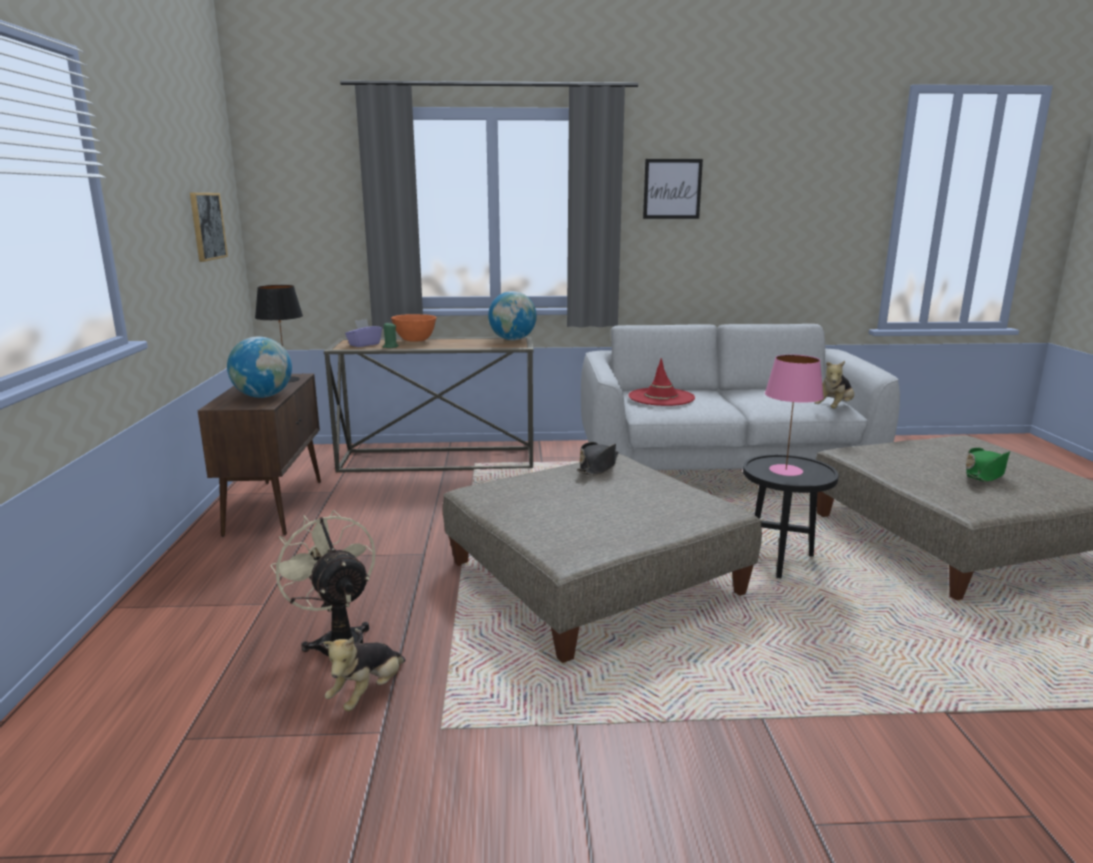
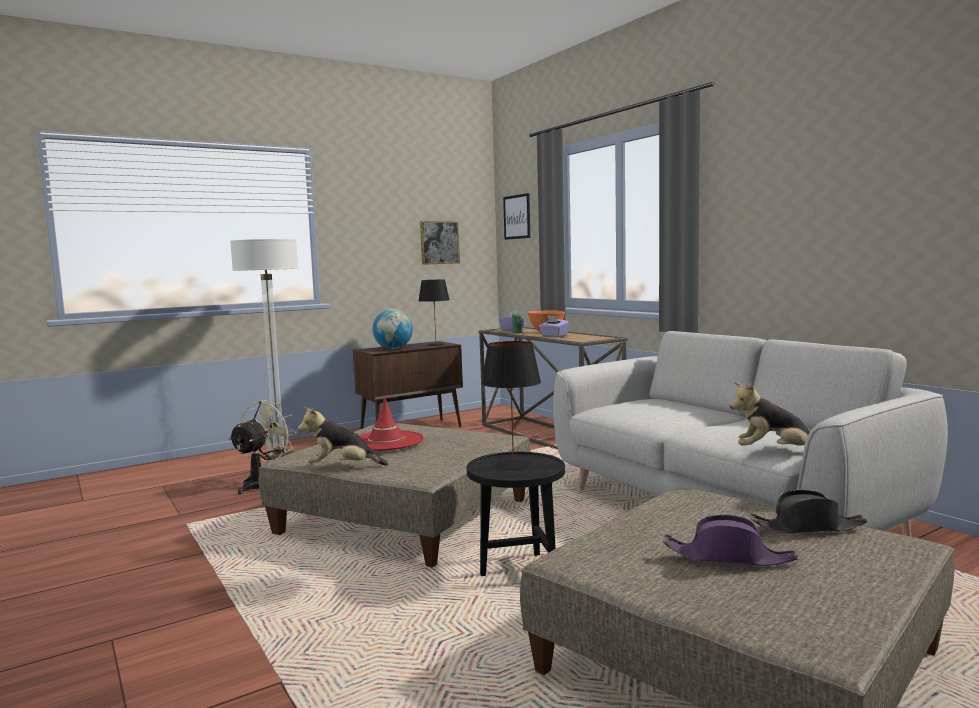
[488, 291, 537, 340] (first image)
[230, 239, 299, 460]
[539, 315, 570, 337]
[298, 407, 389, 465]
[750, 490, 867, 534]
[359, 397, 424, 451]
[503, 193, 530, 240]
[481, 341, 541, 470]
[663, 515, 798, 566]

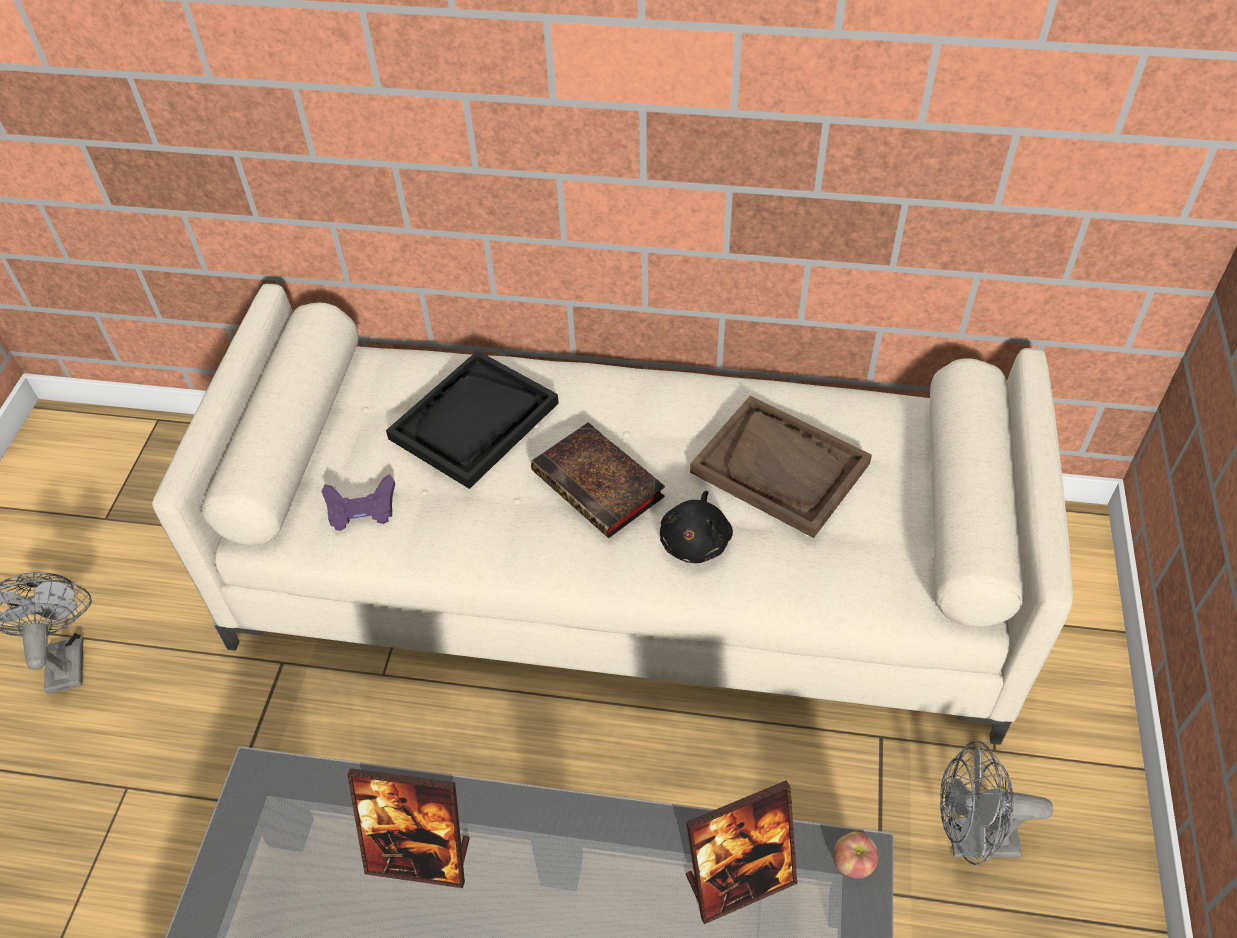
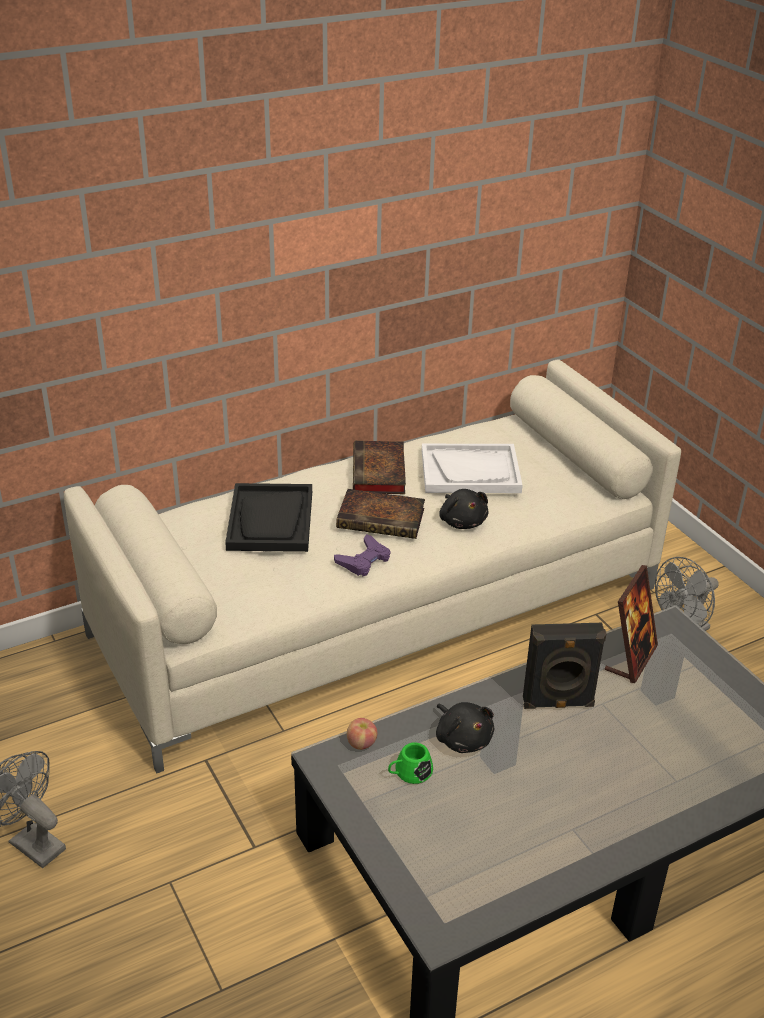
[353, 441, 406, 494]
[388, 742, 433, 784]
[523, 623, 607, 709]
[334, 534, 390, 576]
[347, 718, 377, 750]
[436, 702, 494, 753]
[422, 444, 523, 493]

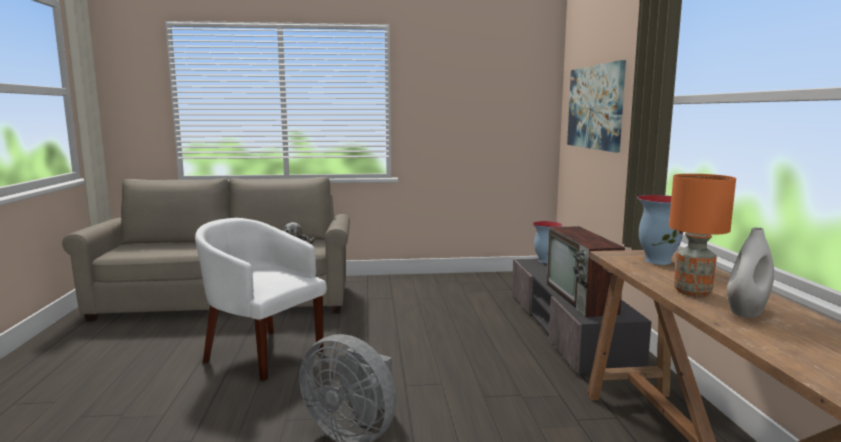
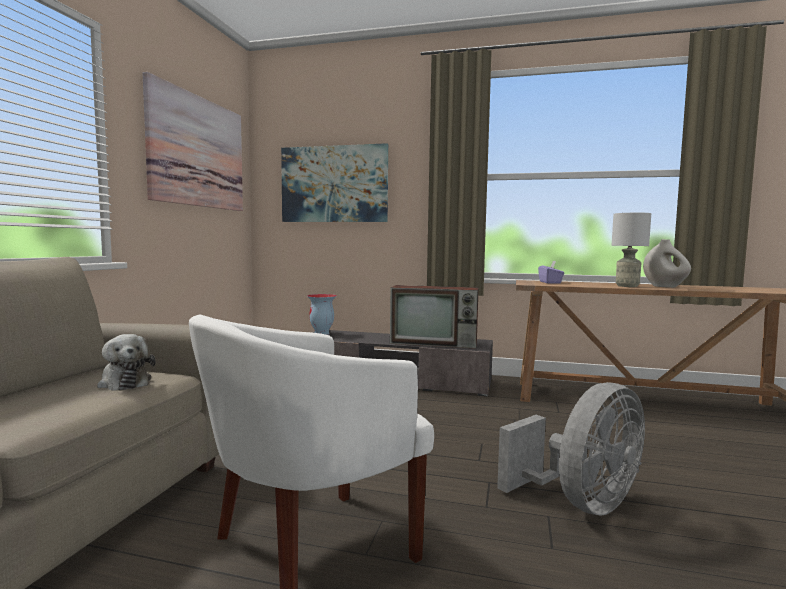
[143, 72, 243, 211]
[538, 261, 564, 284]
[612, 213, 651, 287]

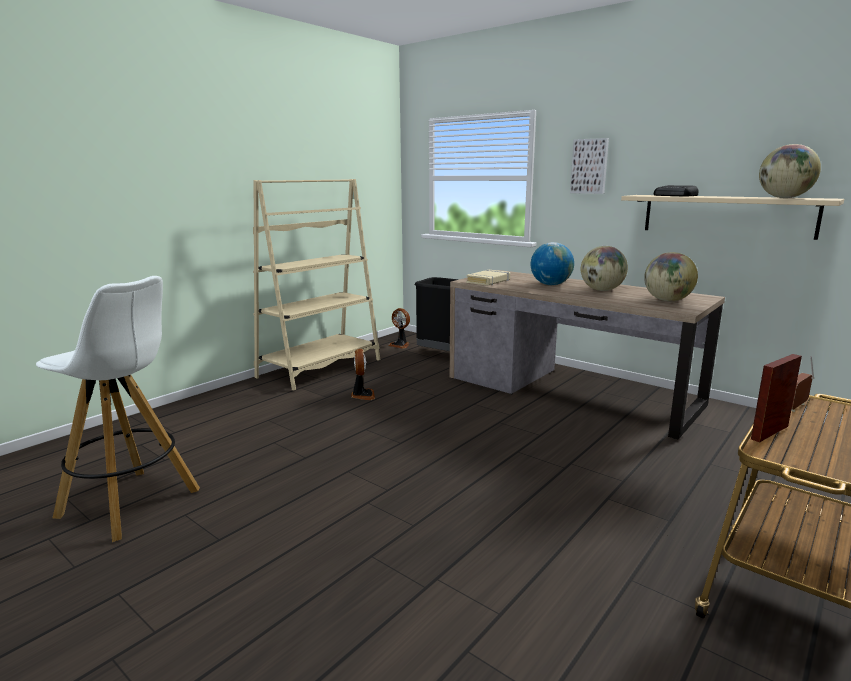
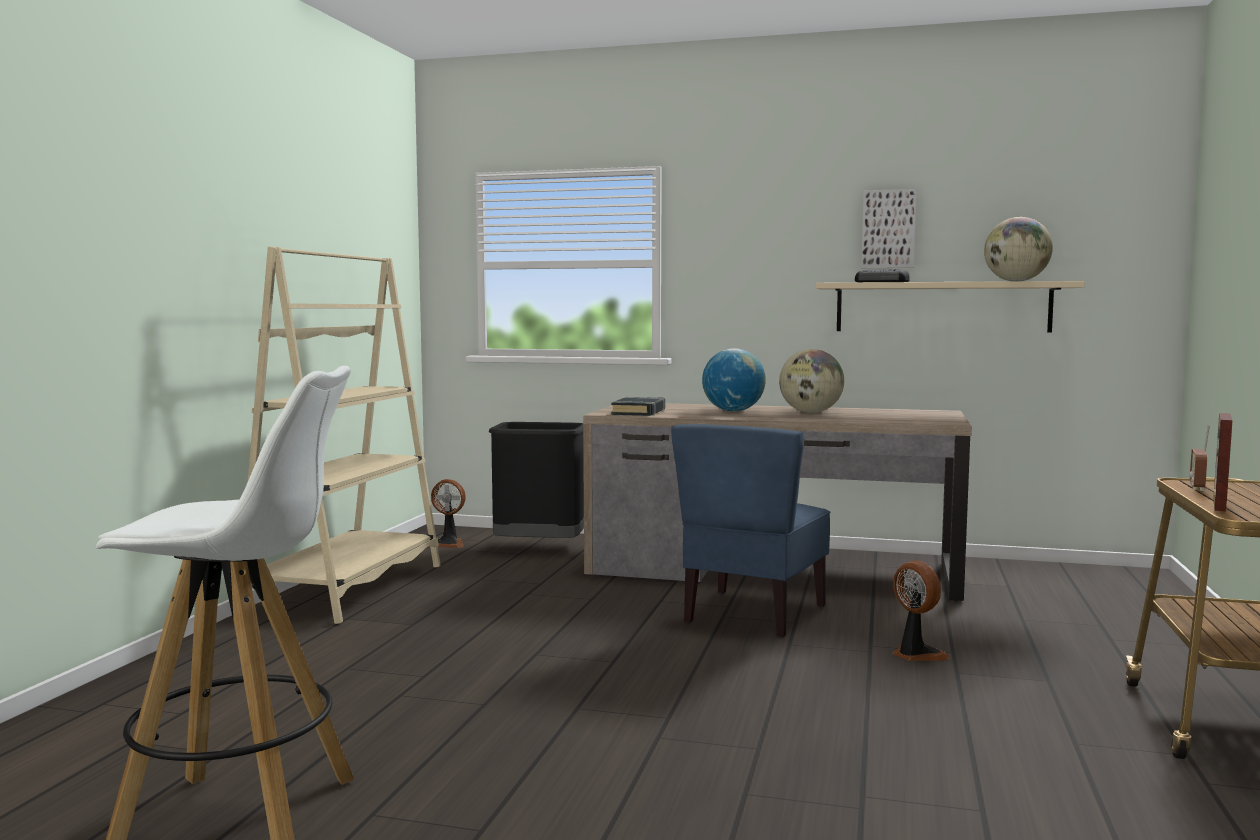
[644, 252, 698, 301] (first image)
[671, 424, 830, 638]
[893, 560, 950, 661]
[861, 189, 916, 268]
[611, 397, 665, 416]

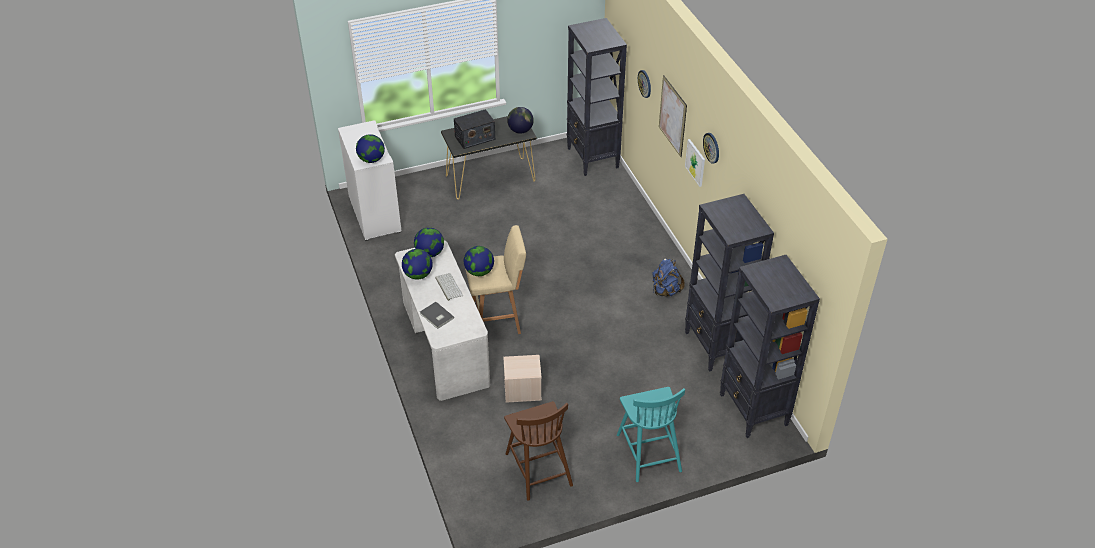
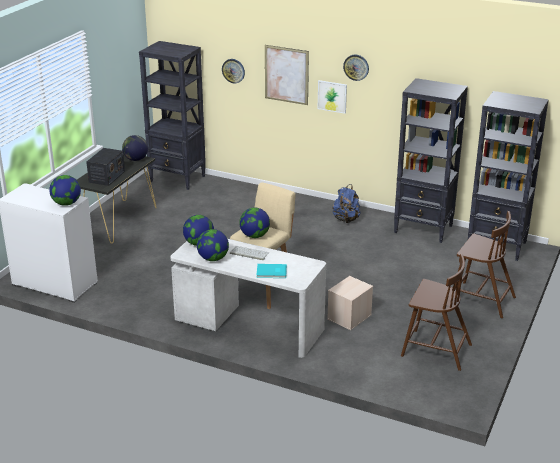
[256, 264, 287, 278]
[455, 211, 516, 318]

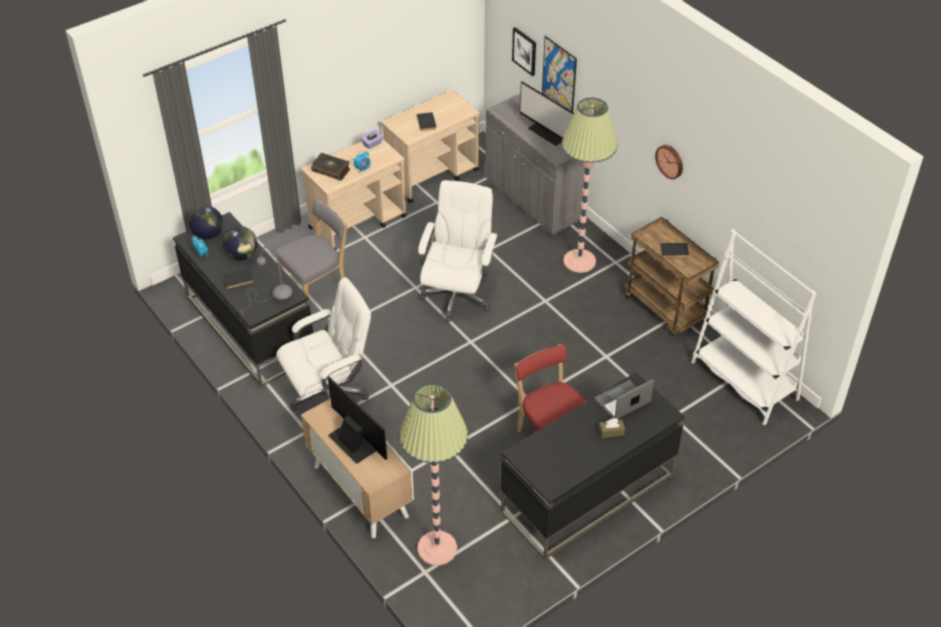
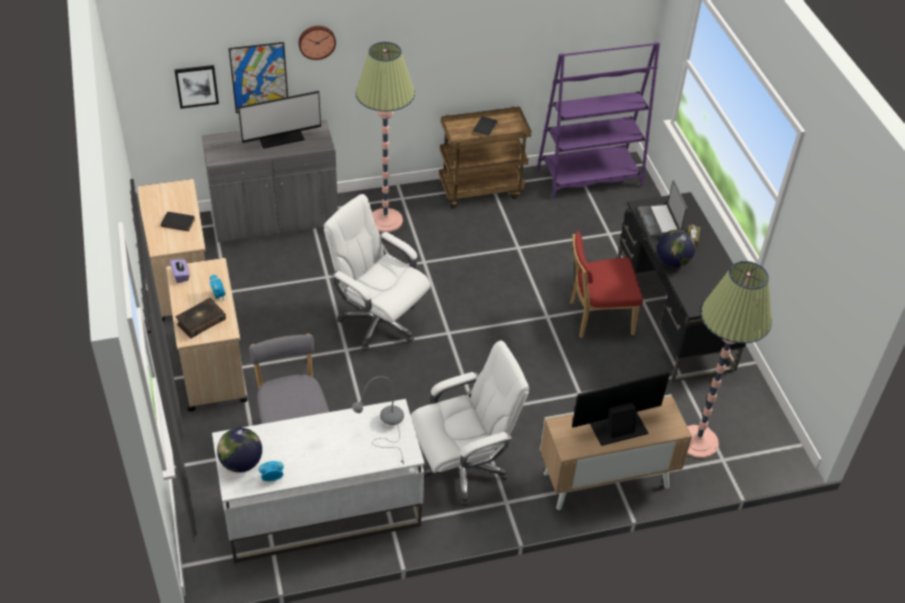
[222, 268, 253, 289] (first image)
[657, 230, 695, 267]
[298, 26, 336, 60]
[212, 399, 425, 563]
[537, 42, 660, 199]
[411, 340, 529, 506]

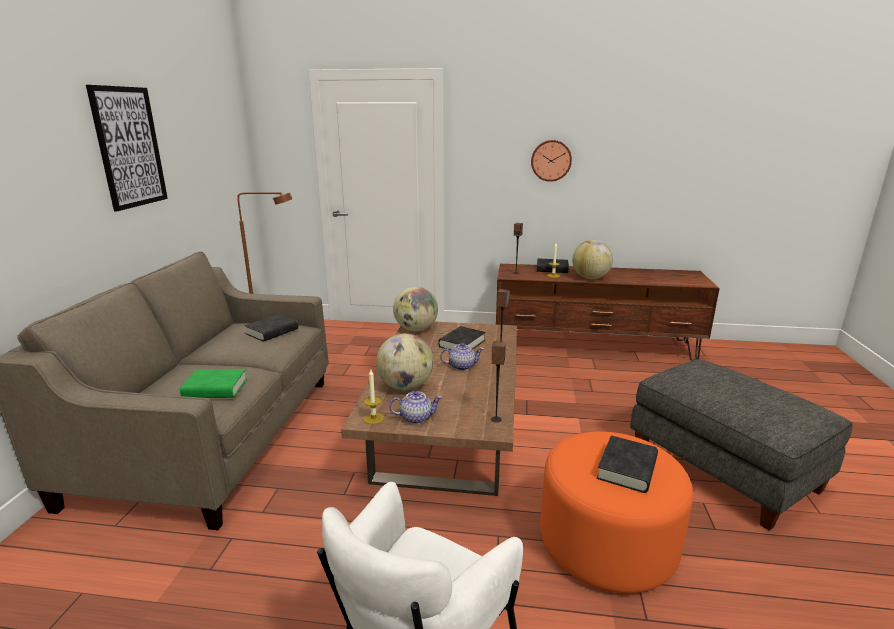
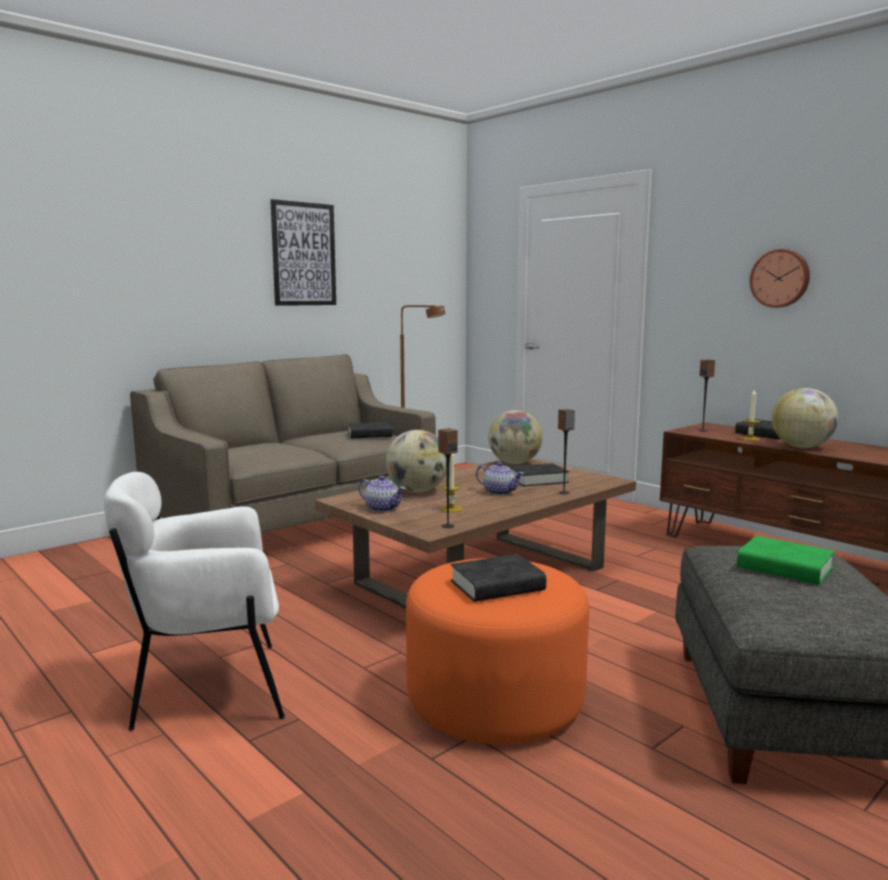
[737, 536, 835, 585]
[440, 454, 463, 512]

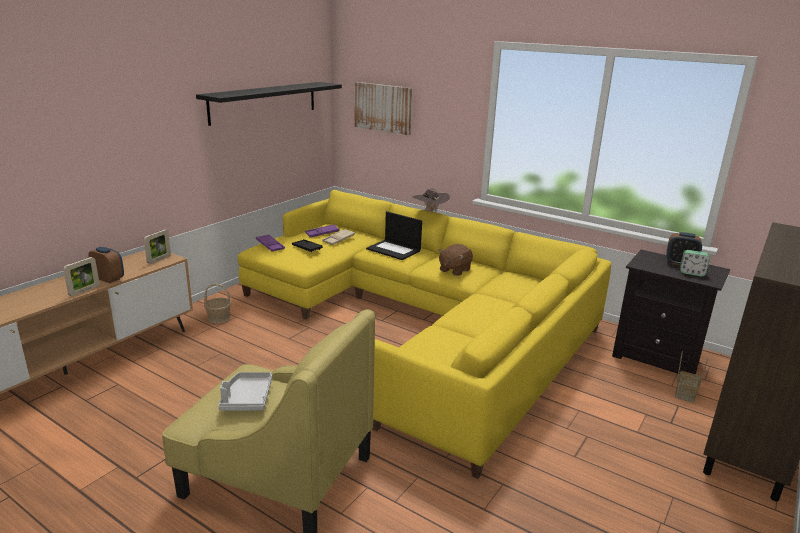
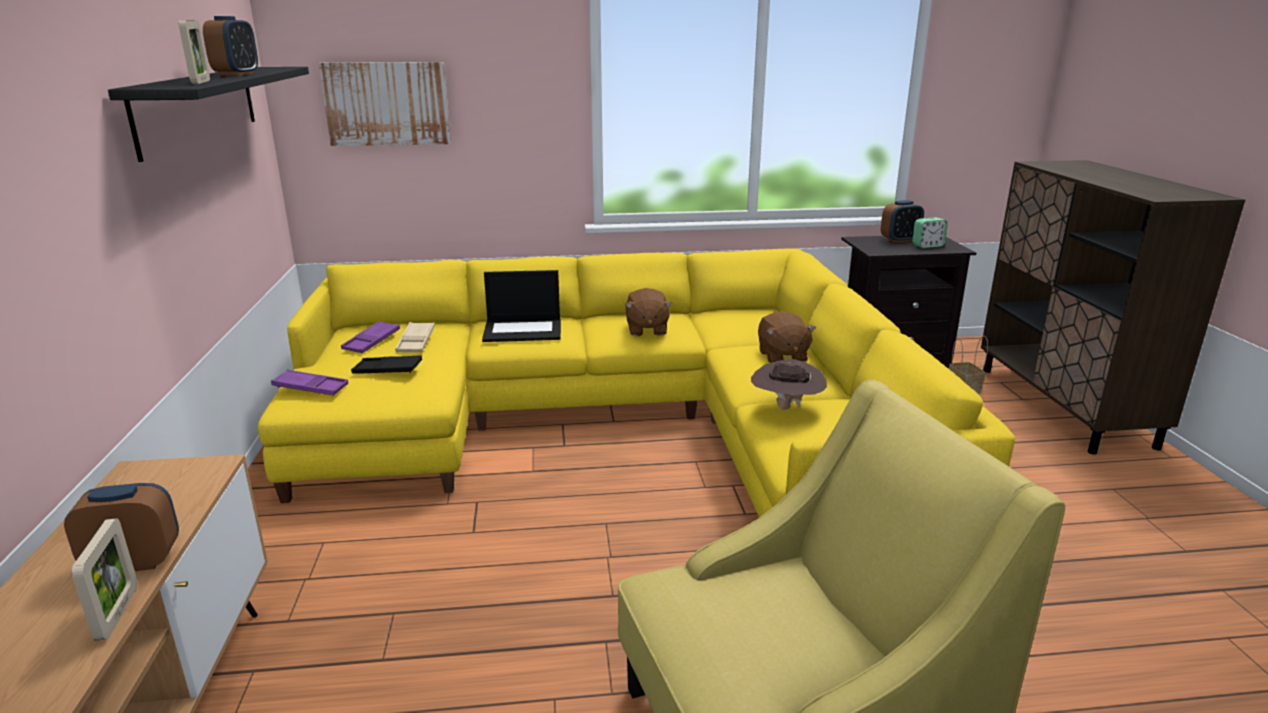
[204, 284, 231, 324] (first image)
[218, 372, 272, 411] (first image)
[203, 16, 258, 76]
[758, 311, 816, 363]
[178, 20, 210, 84]
[751, 359, 827, 410]

